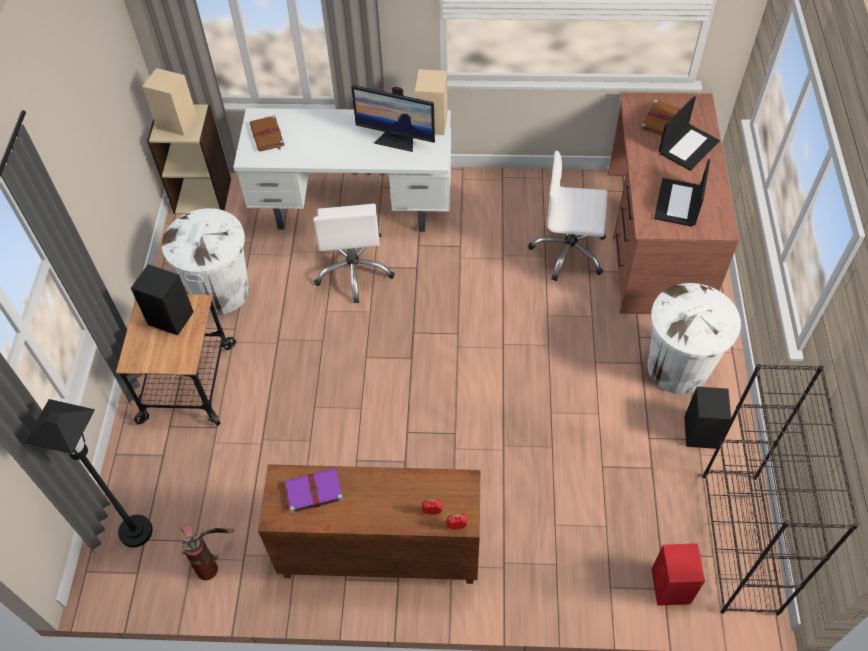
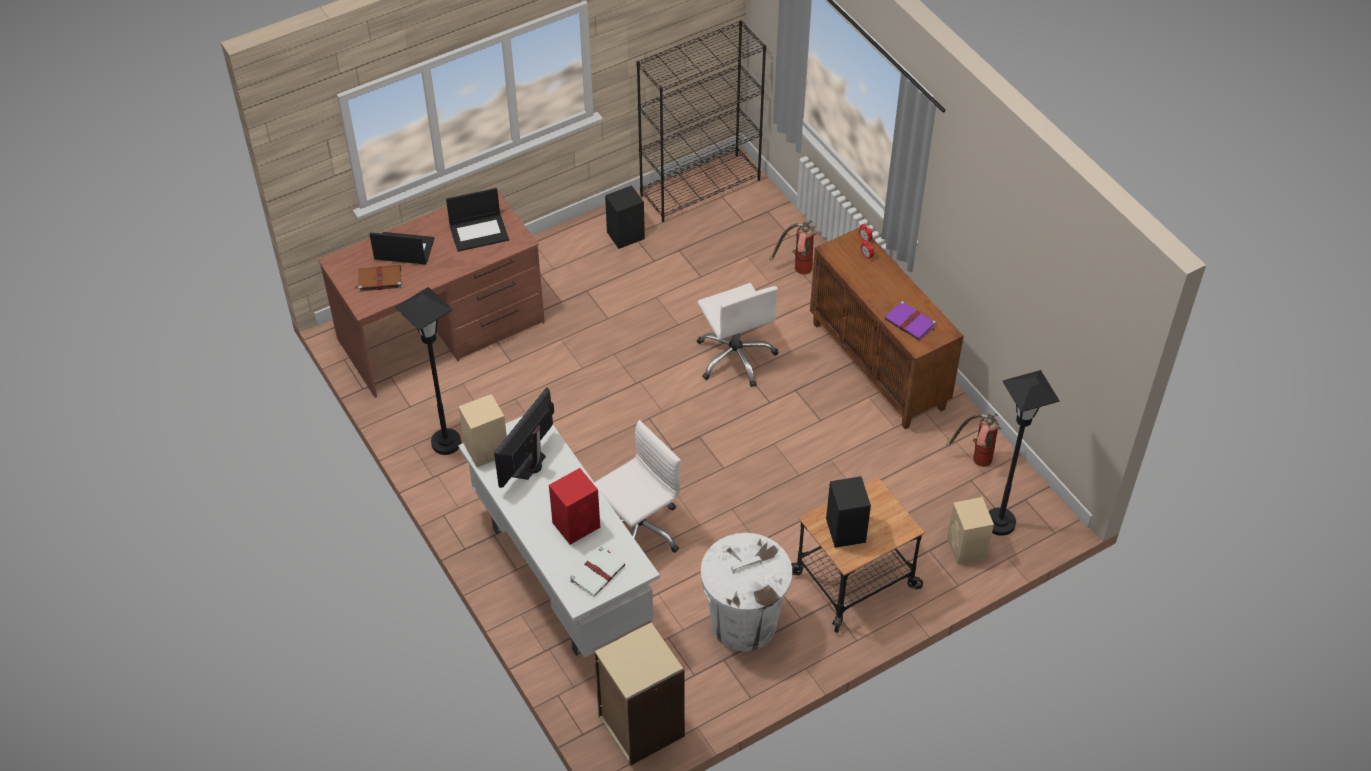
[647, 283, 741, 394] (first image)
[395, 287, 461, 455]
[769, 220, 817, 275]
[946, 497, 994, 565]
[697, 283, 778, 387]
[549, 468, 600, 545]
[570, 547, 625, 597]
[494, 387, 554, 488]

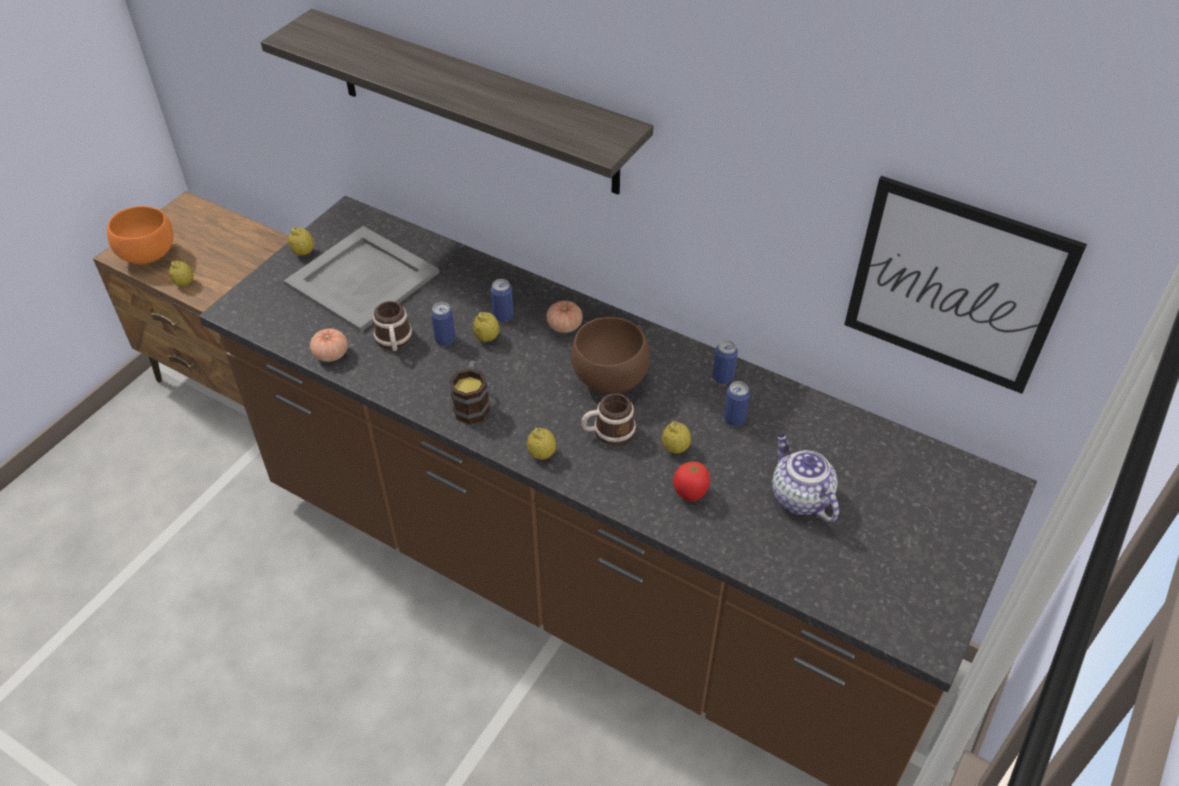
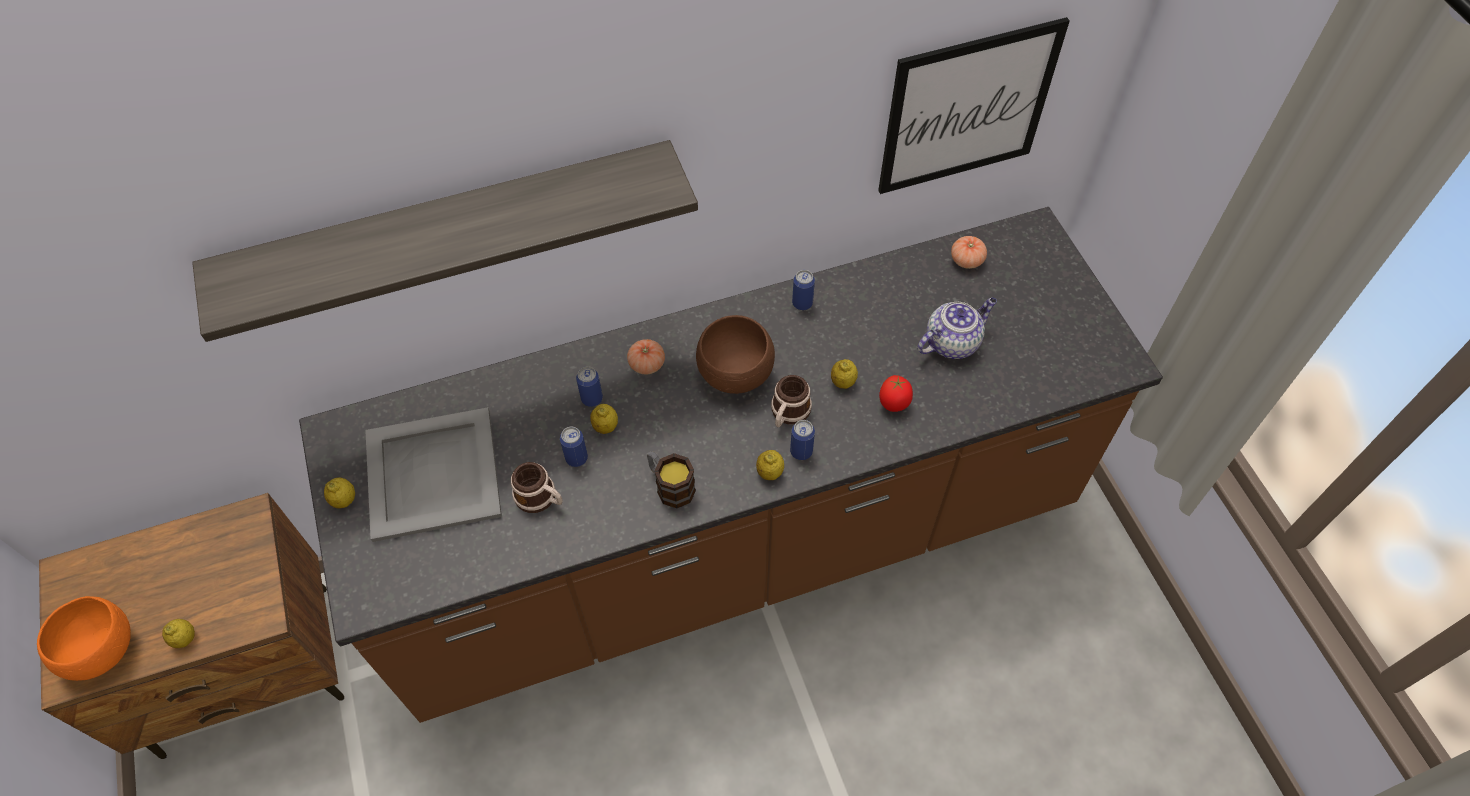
[951, 236, 987, 269]
[790, 420, 815, 460]
[917, 297, 997, 359]

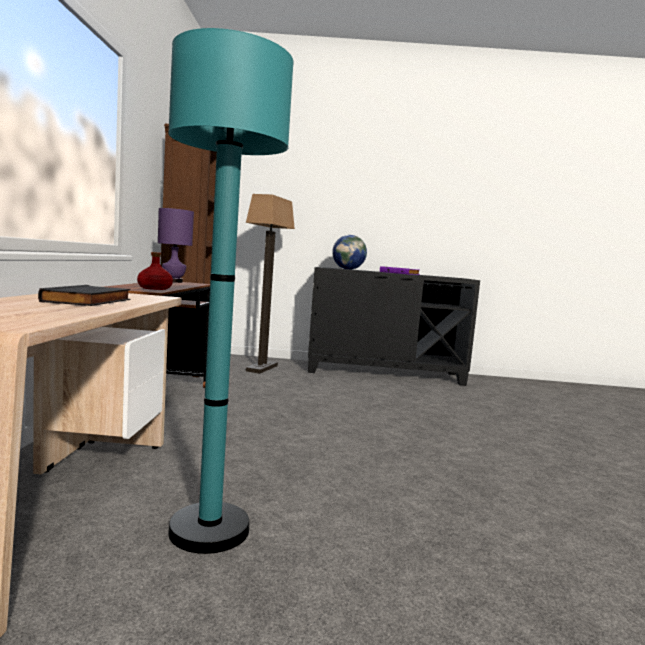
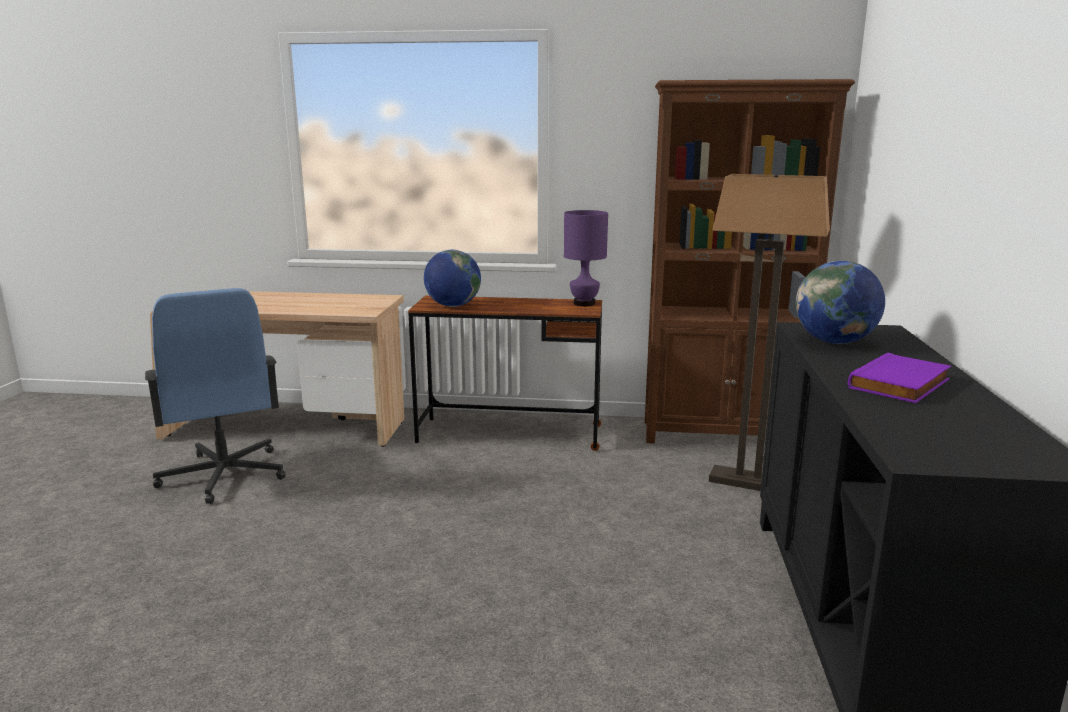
[38, 285, 130, 306] (first image)
[424, 250, 481, 307]
[145, 288, 285, 504]

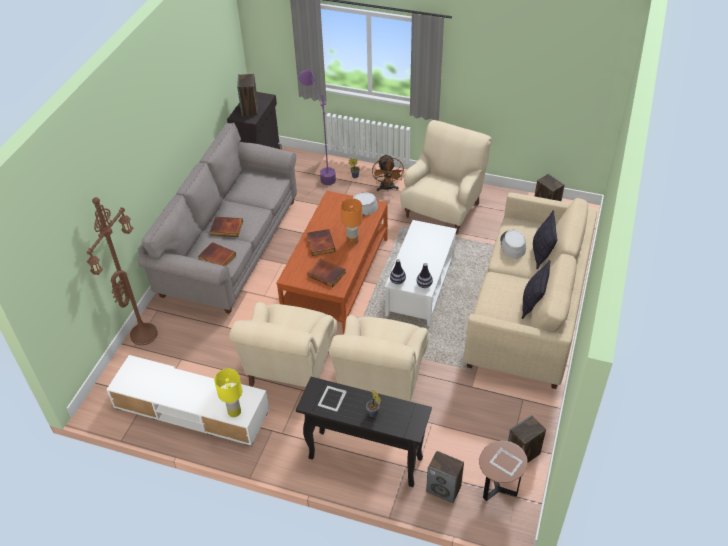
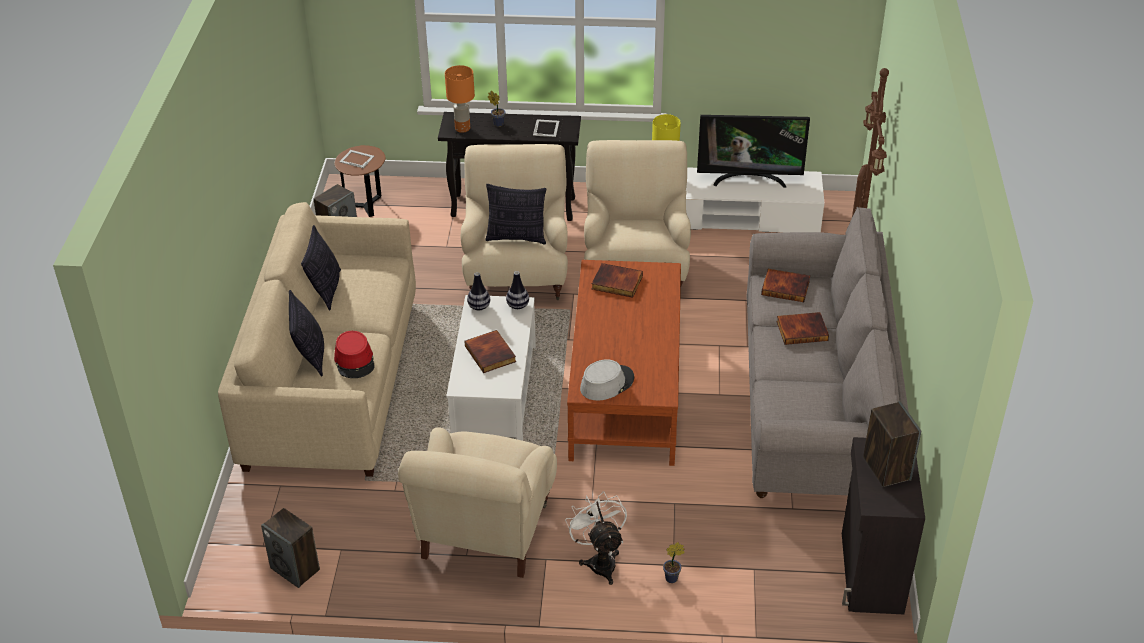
[298, 69, 336, 185] (first image)
[426, 451, 464, 503] (first image)
[485, 184, 546, 244]
[697, 115, 810, 188]
[465, 330, 516, 373]
[445, 65, 475, 133]
[565, 491, 627, 585]
[334, 331, 375, 378]

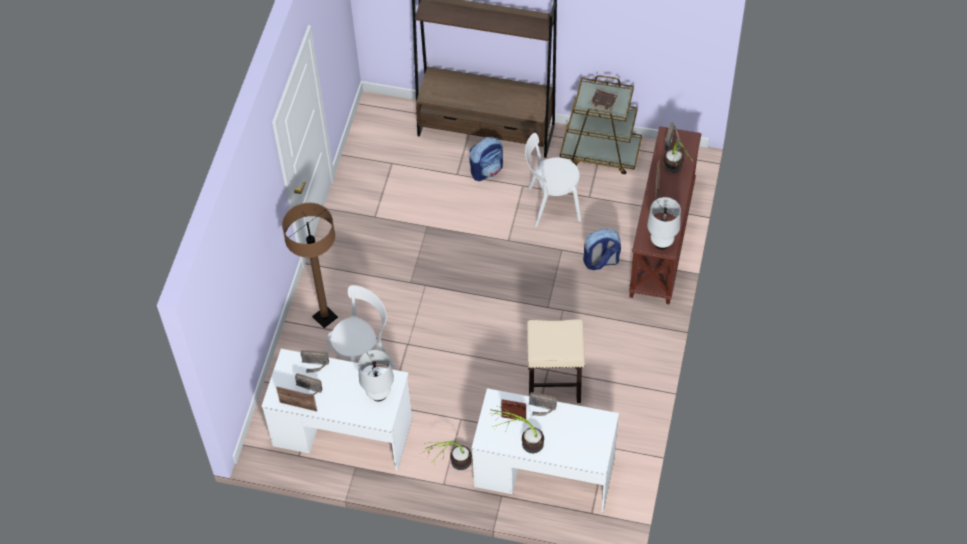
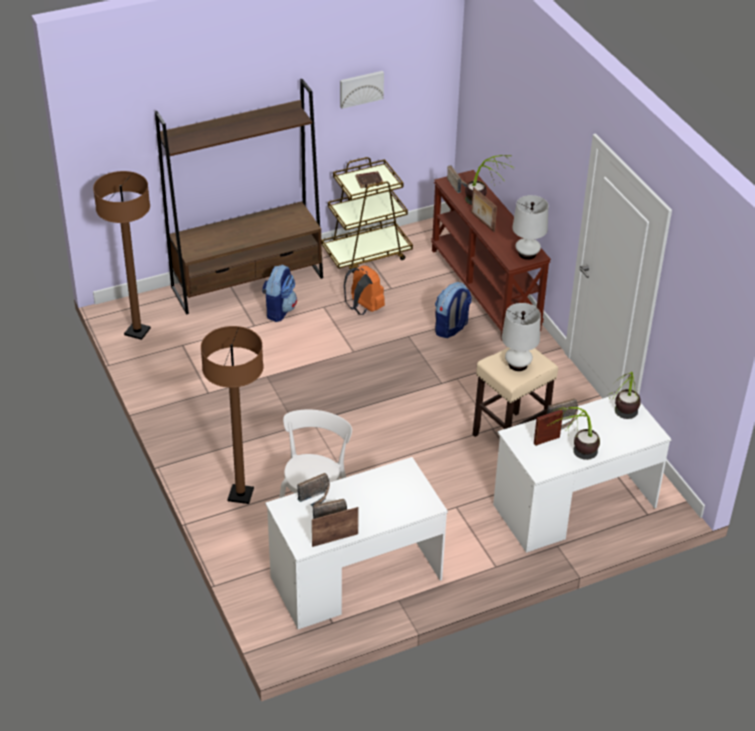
[93, 171, 151, 340]
[340, 71, 384, 109]
[502, 303, 541, 371]
[610, 372, 641, 419]
[344, 265, 385, 315]

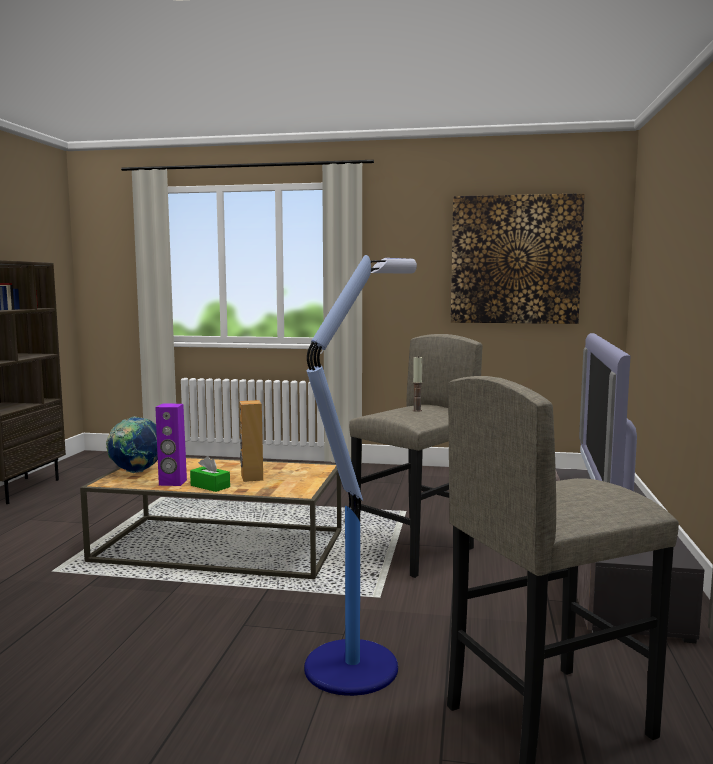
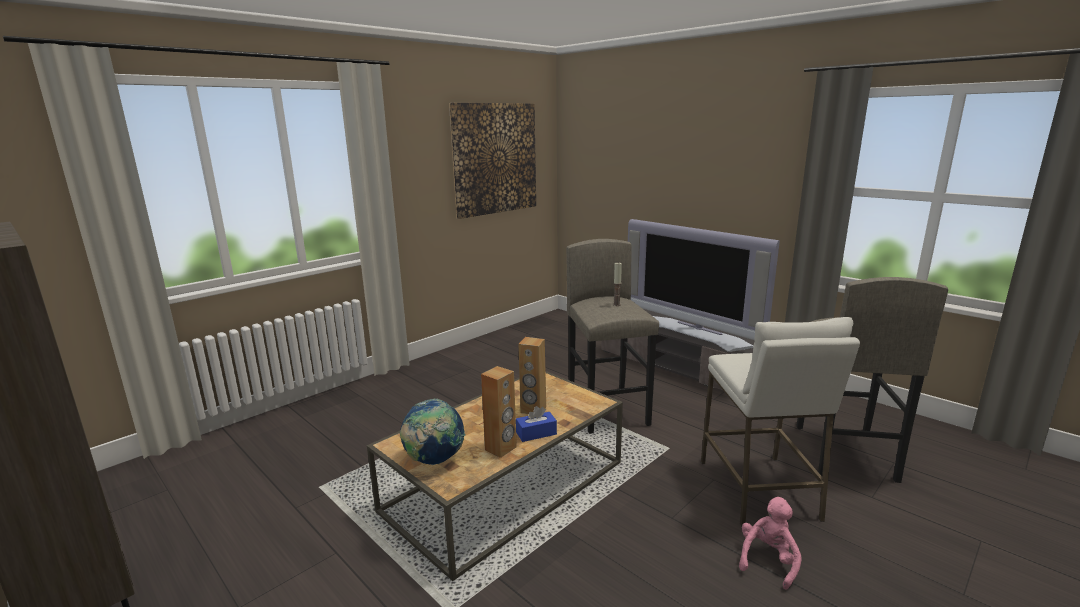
[739, 497, 802, 589]
[701, 317, 860, 526]
[481, 366, 517, 458]
[516, 406, 557, 442]

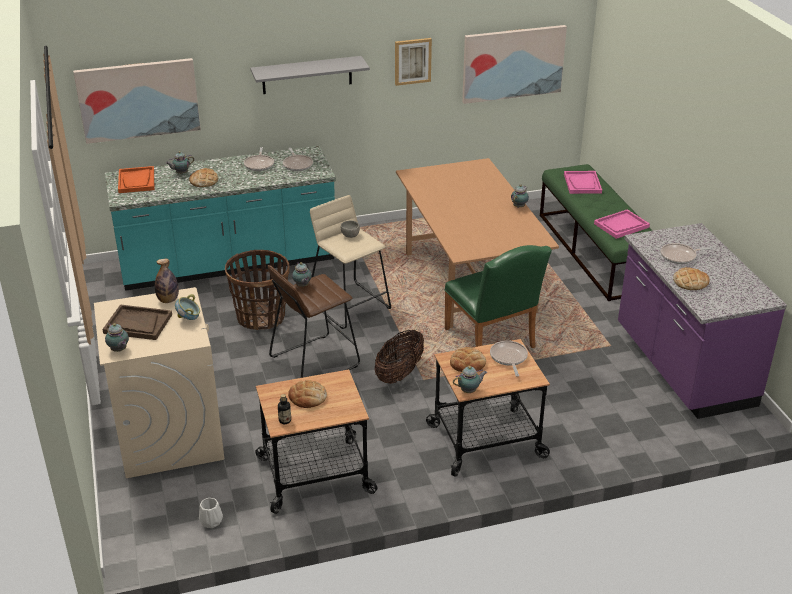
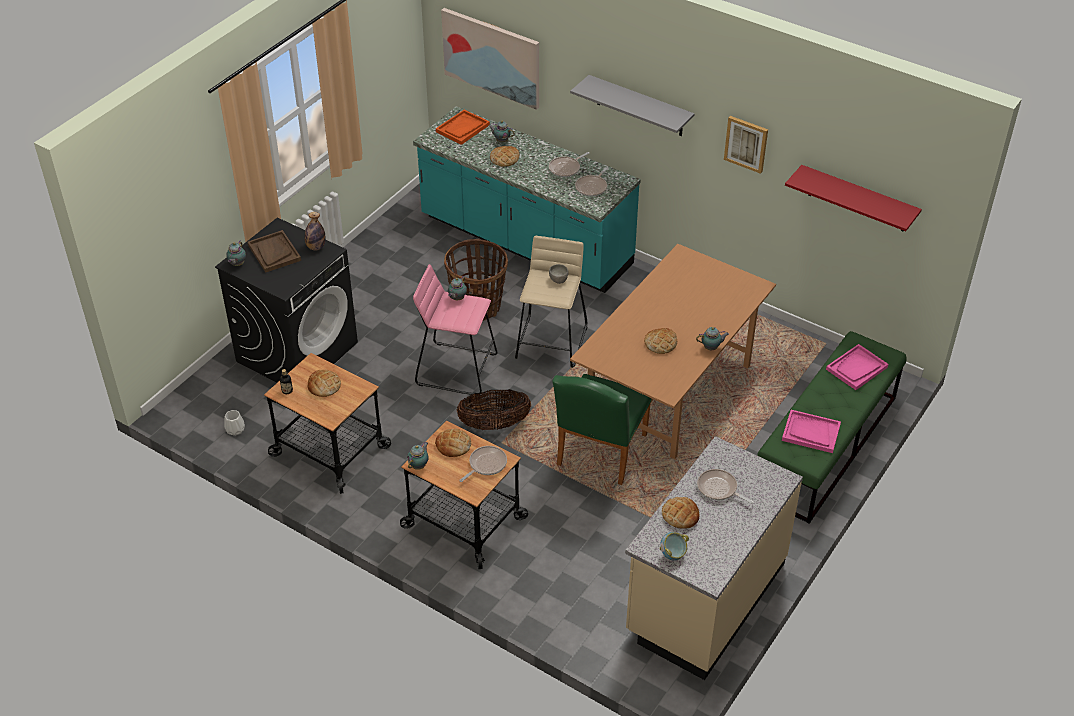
[644, 328, 677, 354]
[660, 532, 689, 561]
[785, 165, 922, 232]
[215, 217, 358, 383]
[413, 264, 497, 395]
[625, 436, 803, 680]
[407, 442, 429, 470]

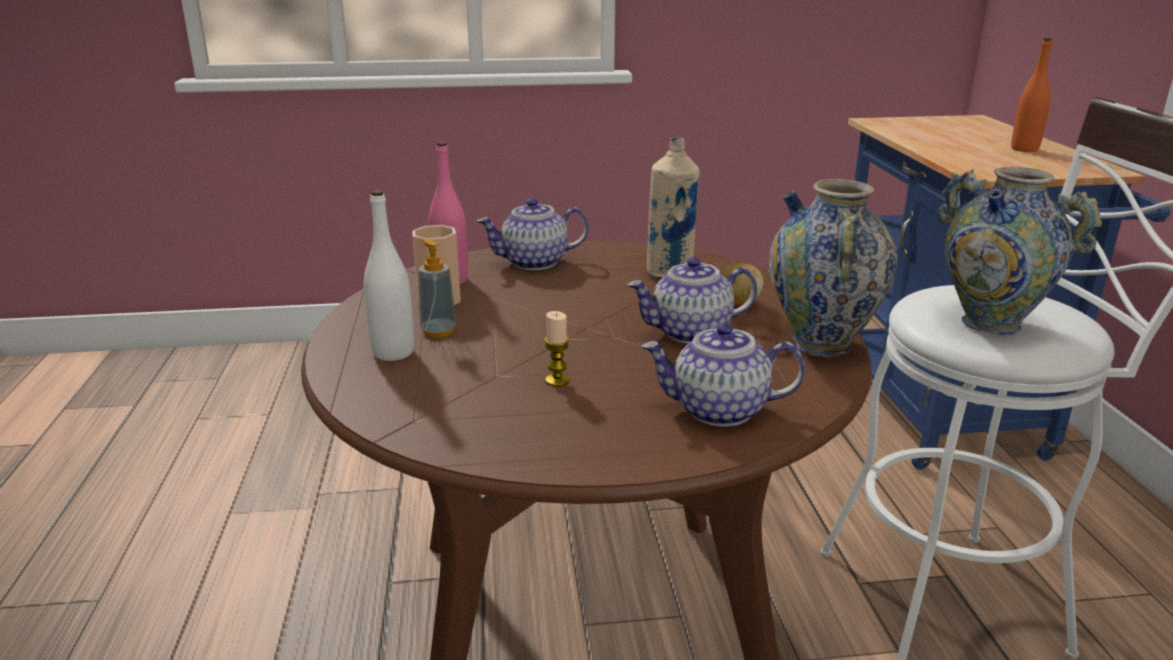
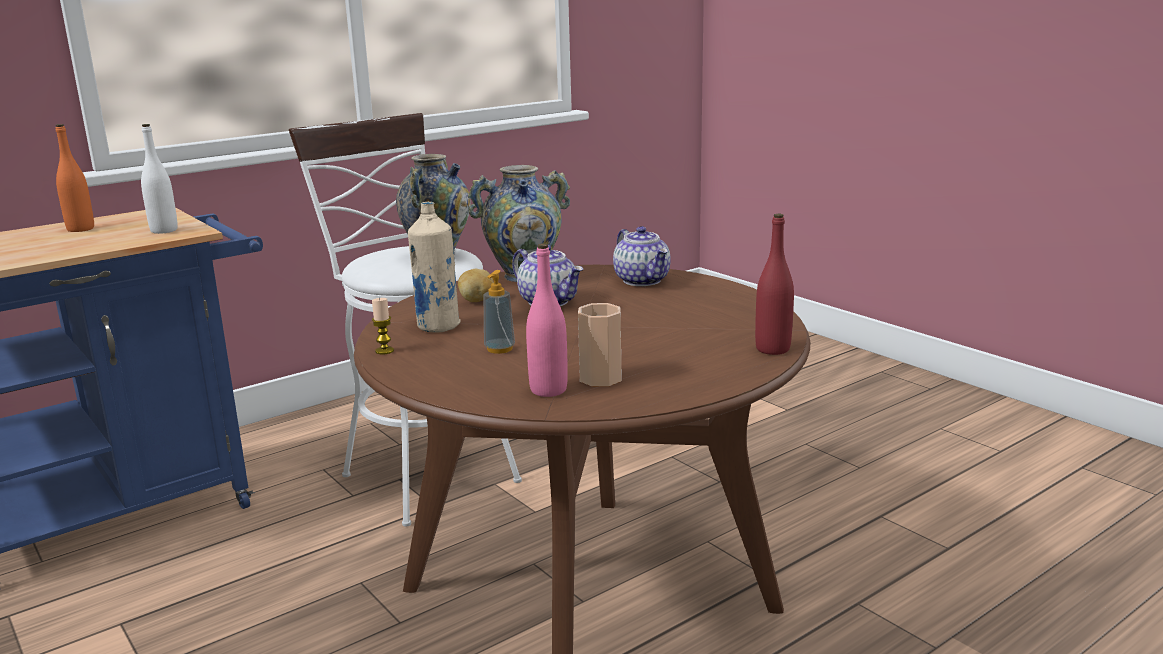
[477, 198, 589, 270] (first image)
[755, 213, 794, 355]
[141, 124, 178, 234]
[484, 270, 515, 354]
[372, 298, 394, 355]

